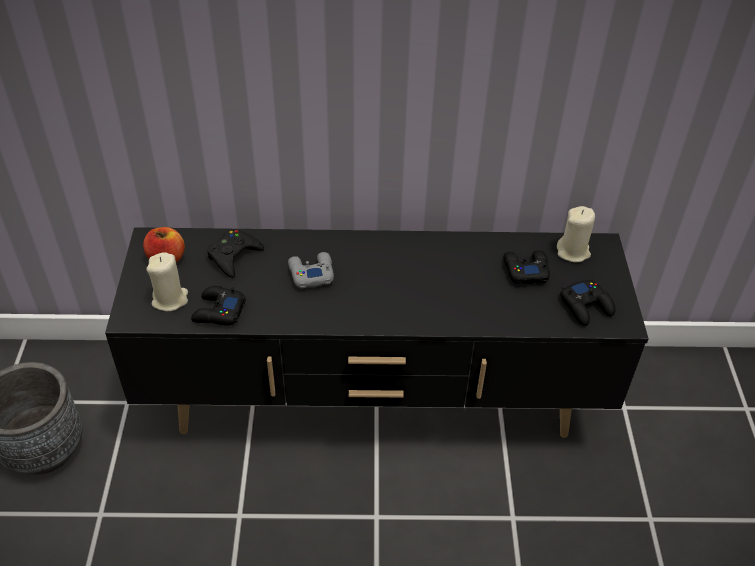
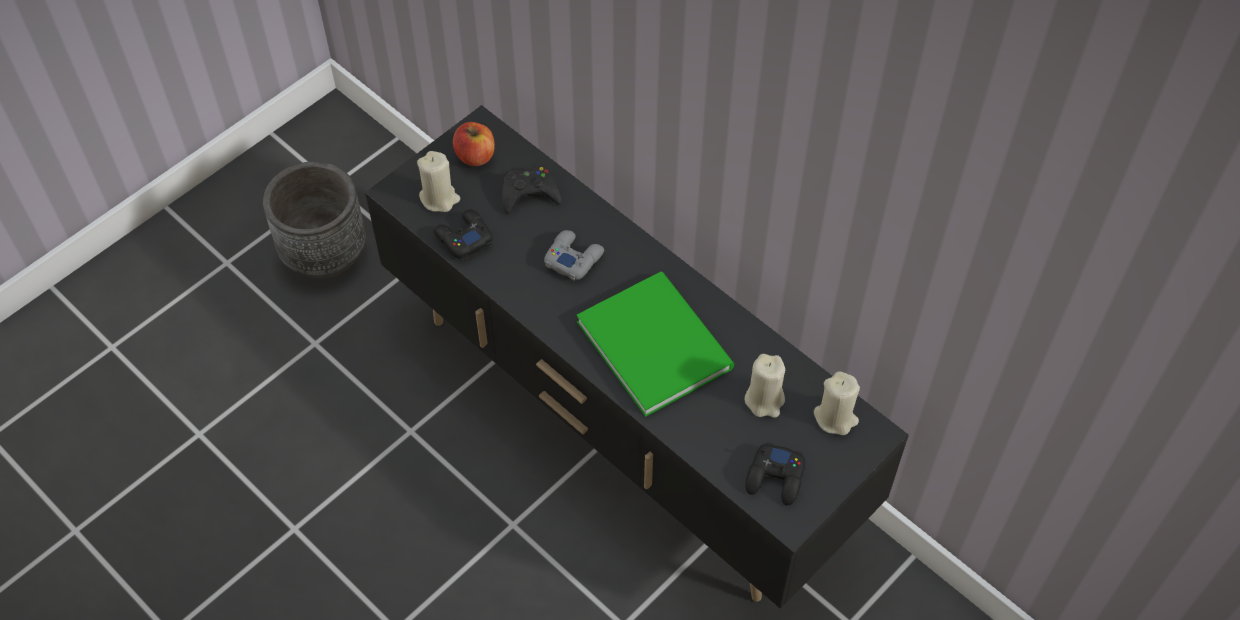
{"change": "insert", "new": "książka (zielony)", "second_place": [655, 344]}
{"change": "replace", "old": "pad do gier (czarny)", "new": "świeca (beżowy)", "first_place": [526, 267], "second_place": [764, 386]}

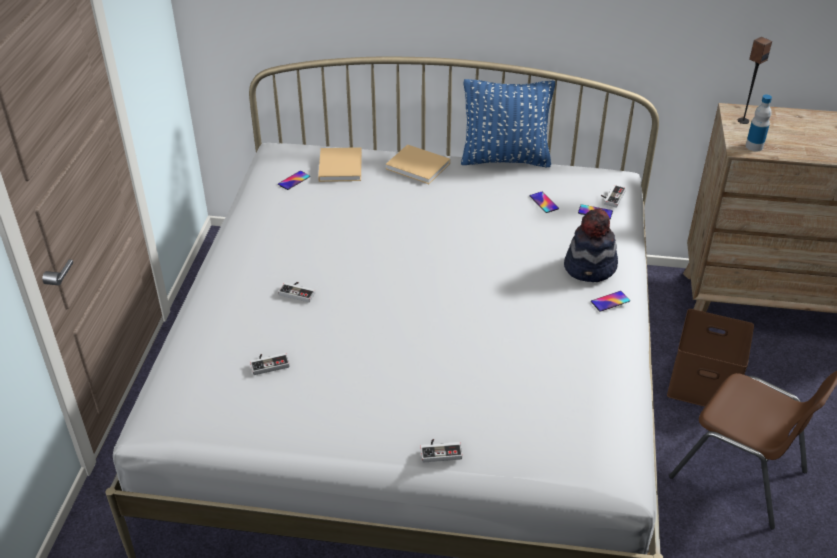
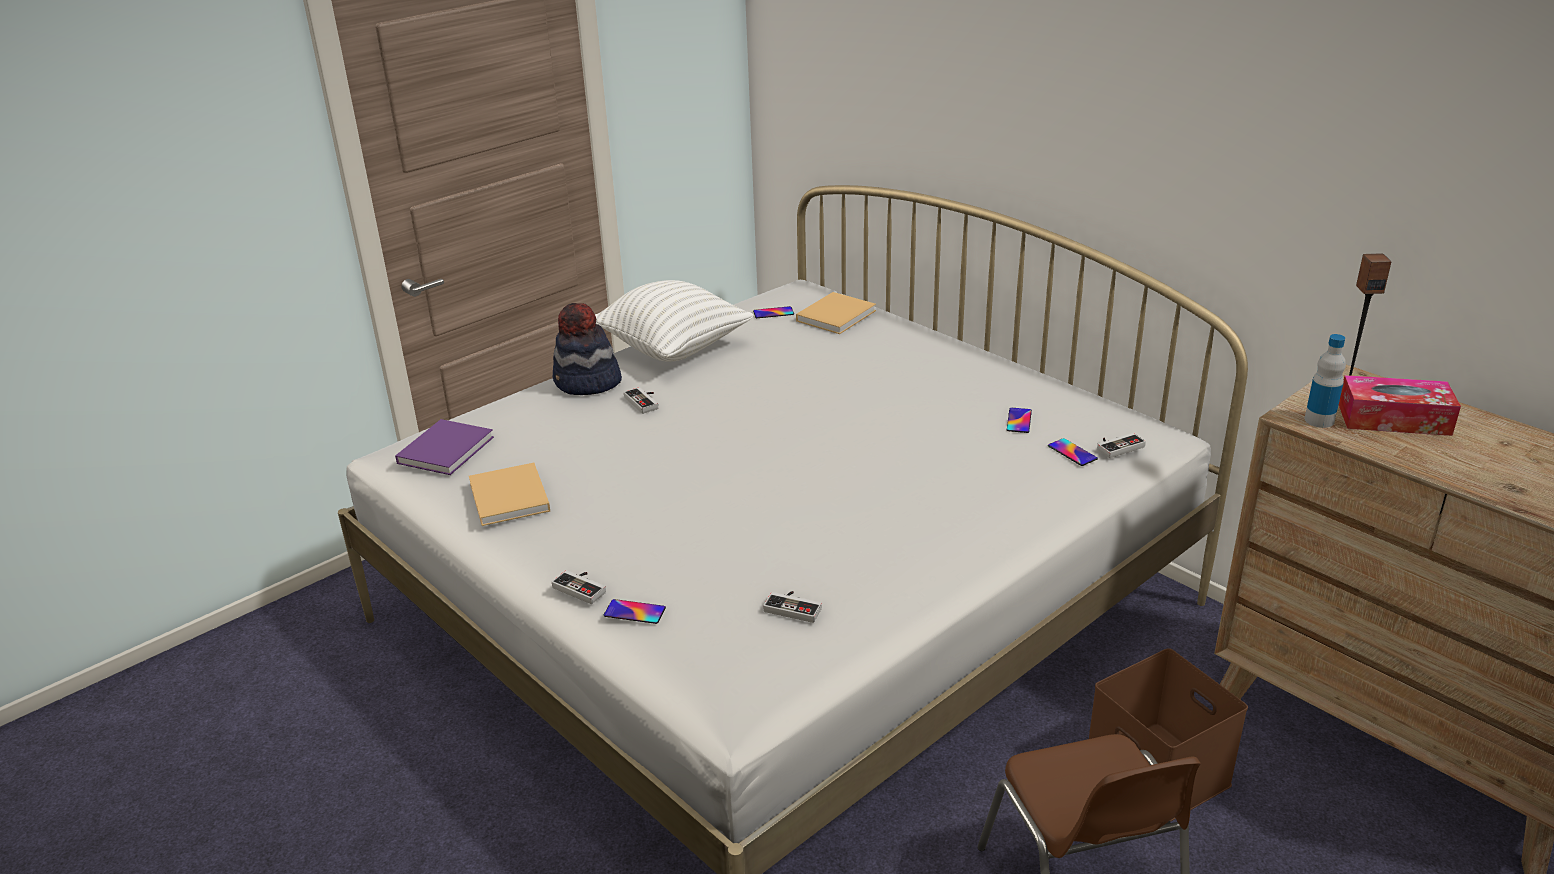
{"change": "insert", "new": "książka (fioletowy)", "second_place": [444, 447]}
{"change": "move", "old": "książka (beżowy)", "first_place": [418, 164], "second_place": [510, 494]}
{"change": "move", "old": "kapelusz", "first_place": [591, 245], "second_place": [587, 349]}
{"change": "insert", "new": "poduszka (biały)", "second_place": [674, 321]}
{"change": "move", "old": "telefon", "first_place": [610, 301], "second_place": [635, 611]}
{"change": "move", "old": "pad do gier", "first_place": [270, 364], "second_place": [792, 607]}
{"change": "insert", "new": "pudełko chusteczek", "second_place": [1400, 405]}
{"change": "delete", "old": "poduszka (niebieski)", "first_place": [508, 123]}

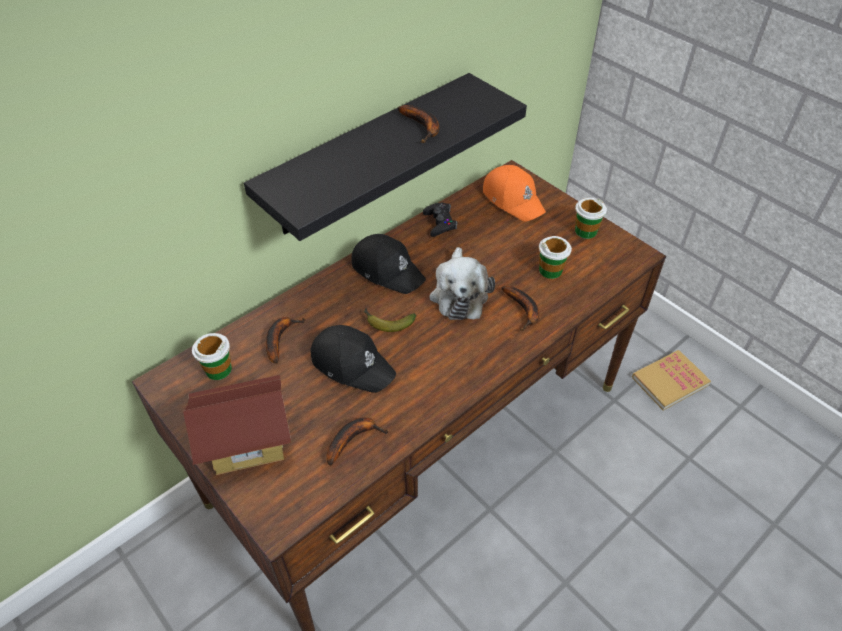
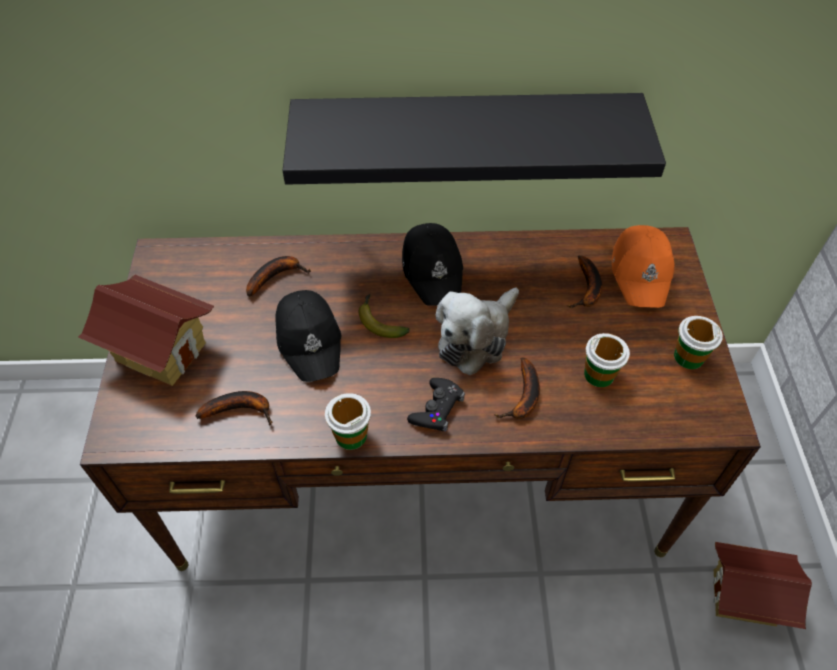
{"change": "move", "old": "filiżanka", "first_place": [212, 356], "second_place": [348, 421]}
{"change": "move", "old": "pad do gier (czarny)", "first_place": [440, 220], "second_place": [436, 405]}
{"change": "move", "old": "banan", "first_place": [418, 124], "second_place": [584, 281]}
{"change": "replace", "old": "książka", "new": "domek", "first_place": [671, 380], "second_place": [762, 585]}

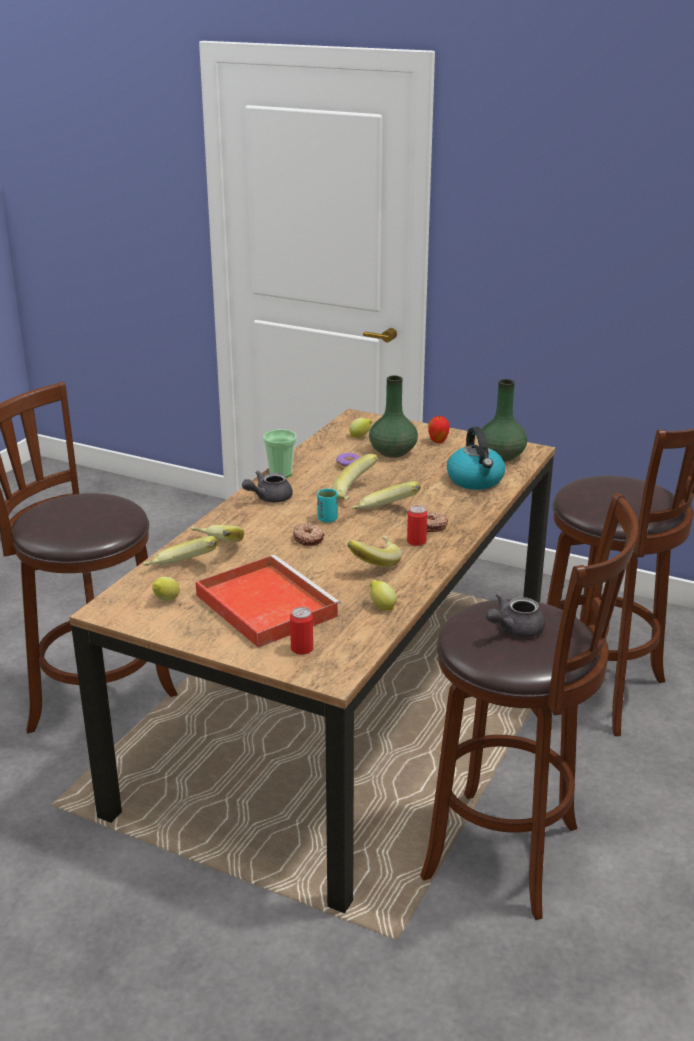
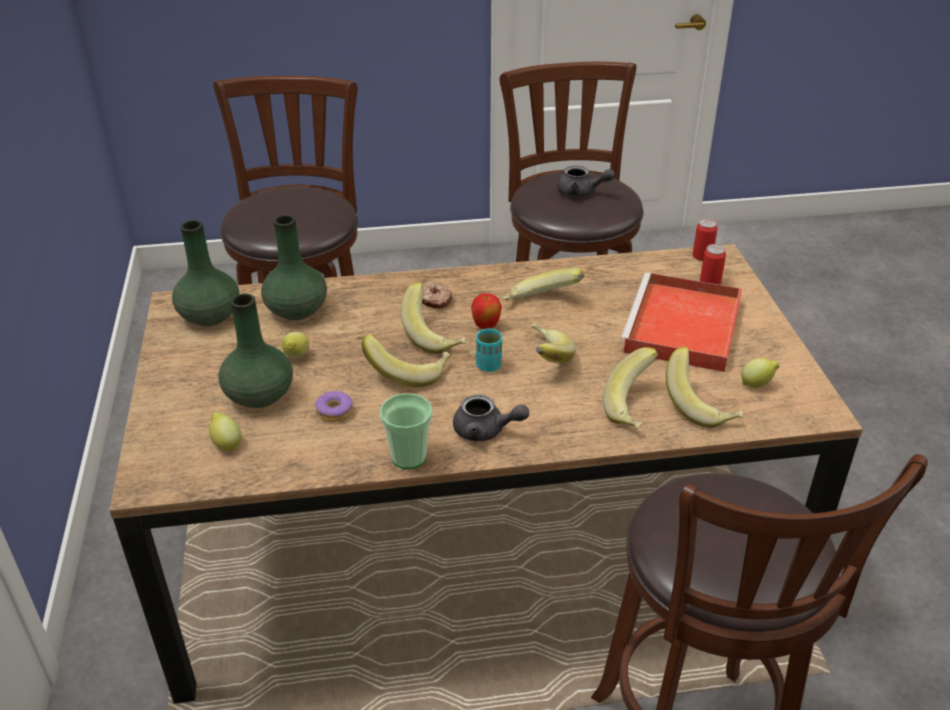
{"change": "replace", "old": "czajnik", "new": "wazon (zielony)", "first_place": [476, 458], "second_place": [294, 267]}
{"change": "move", "old": "cytryna", "first_place": [383, 595], "second_place": [295, 345]}
{"change": "move", "old": "jabłko", "first_place": [439, 429], "second_place": [486, 311]}
{"change": "replace", "old": "donut", "new": "banan", "first_place": [308, 534], "second_place": [553, 343]}
{"change": "move", "old": "puszka", "first_place": [417, 525], "second_place": [705, 239]}

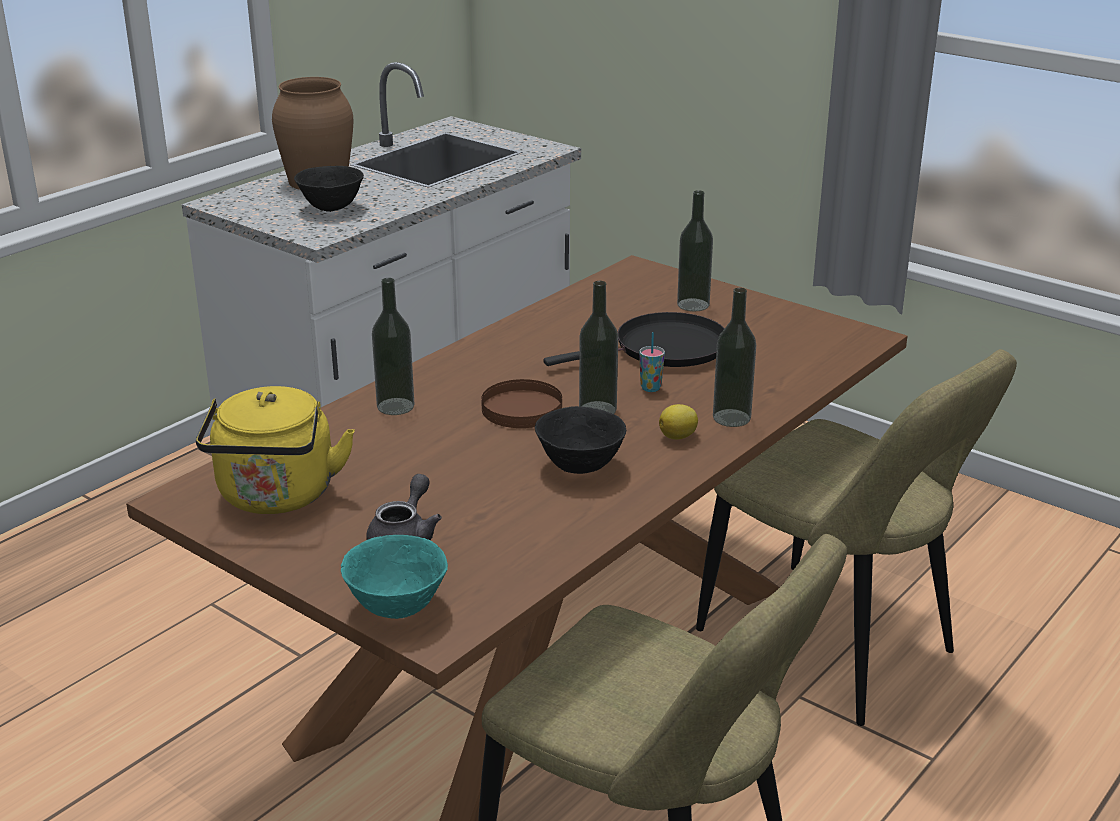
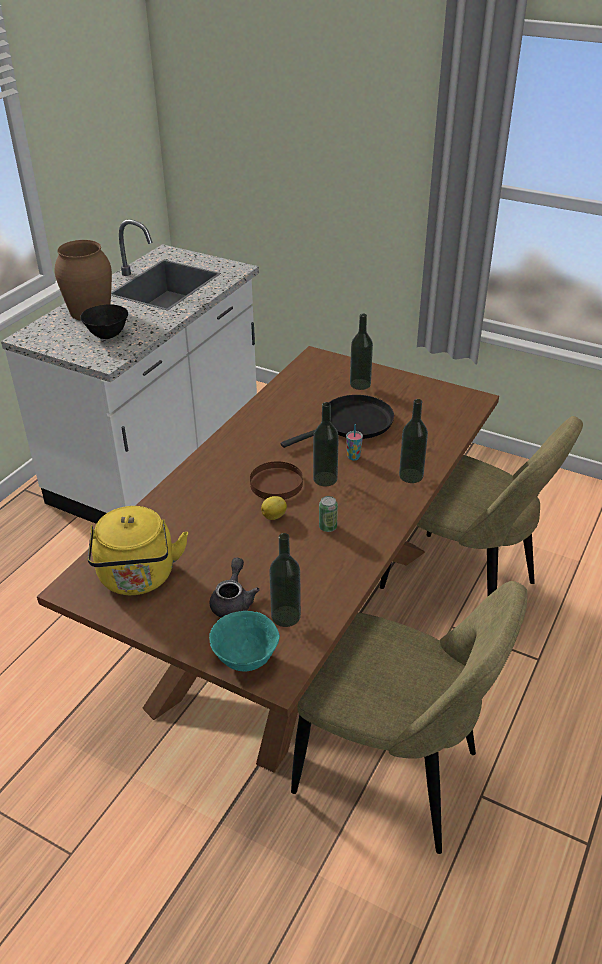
{"change": "move", "old": "cytryna", "first_place": [678, 422], "second_place": [274, 508]}
{"change": "move", "old": "butelka", "first_place": [393, 346], "second_place": [285, 580]}
{"change": "replace", "old": "miska (czarny)", "new": "puszka", "first_place": [580, 440], "second_place": [328, 514]}

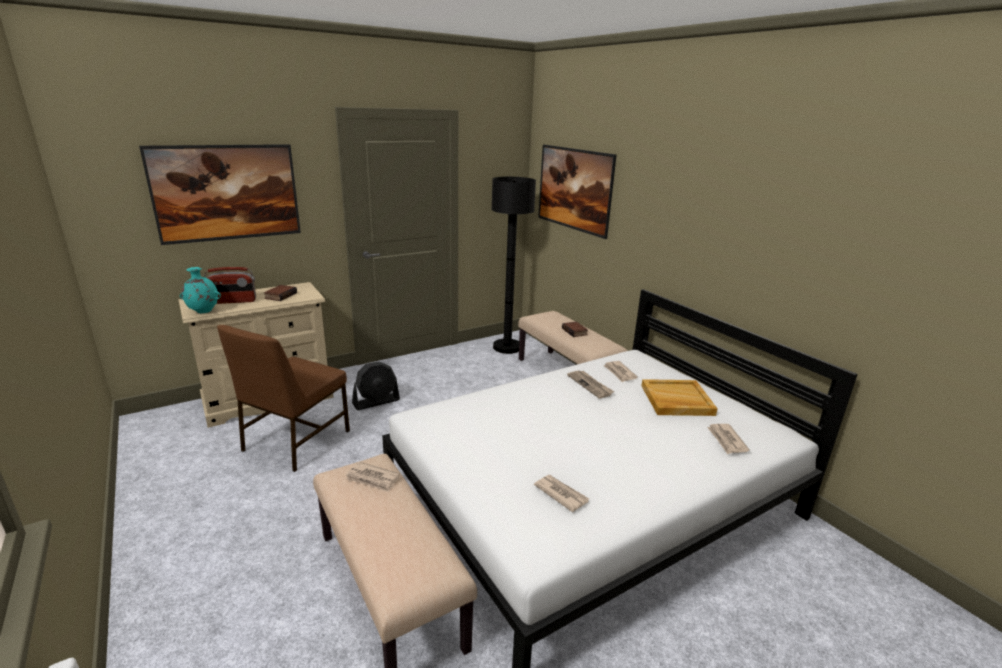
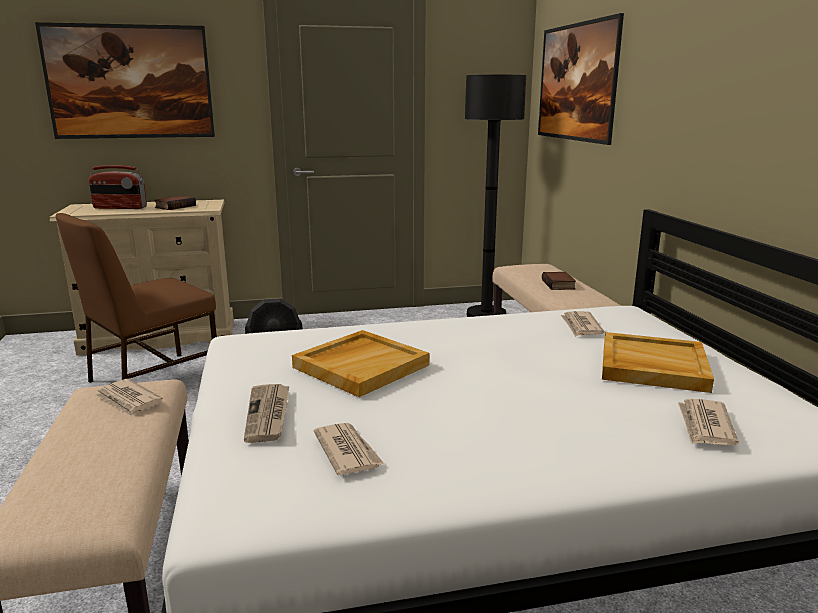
{"change": "move", "old": "gazeta", "first_place": [590, 384], "second_place": [266, 413]}
{"change": "insert", "new": "taca (beżowy)", "second_place": [360, 363]}
{"change": "delete", "old": "wazon (turkusowy)", "first_place": [200, 290]}

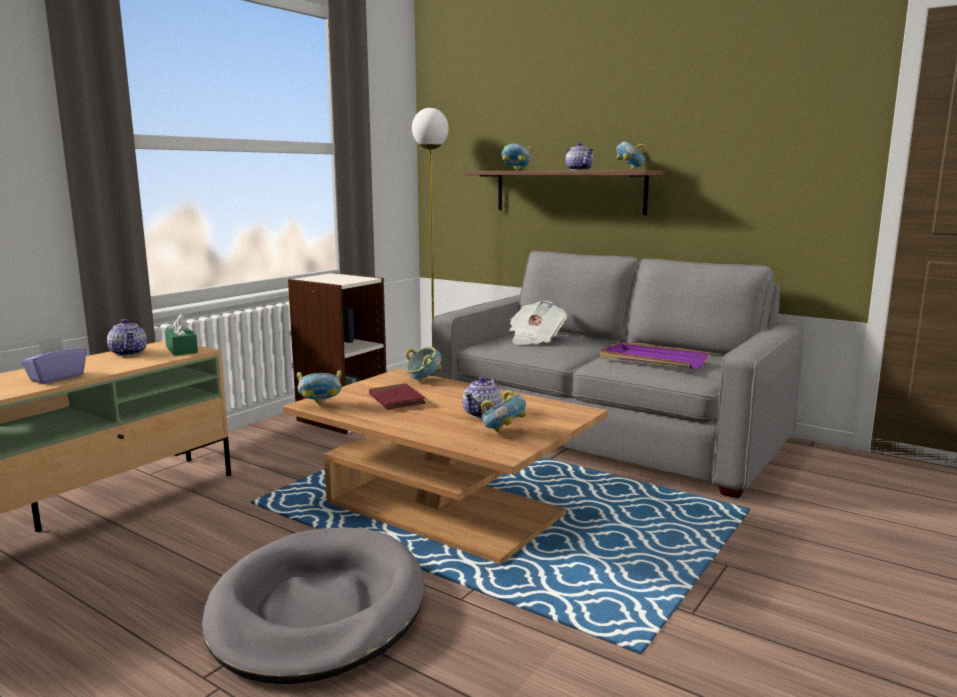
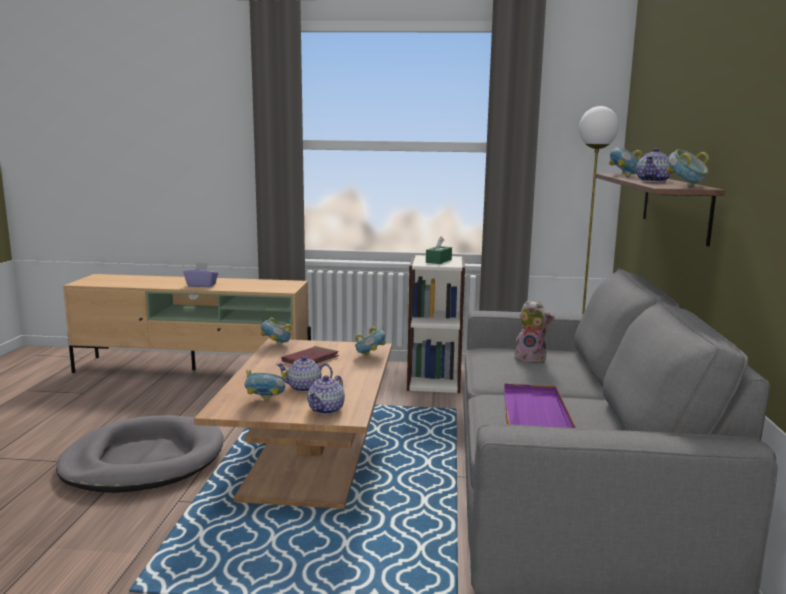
{"change": "move", "old": "imbryk", "first_place": [127, 337], "second_place": [326, 395]}
{"change": "move", "old": "pudełko chusteczek (zielony)", "first_place": [181, 335], "second_place": [439, 250]}
{"change": "replace", "old": "gazeta", "new": "pluszak", "first_place": [538, 323], "second_place": [534, 332]}

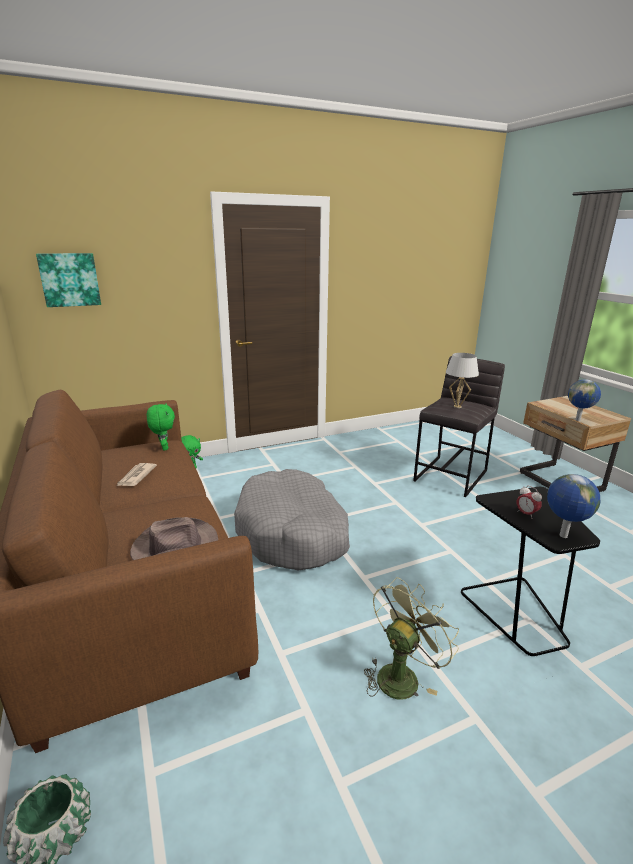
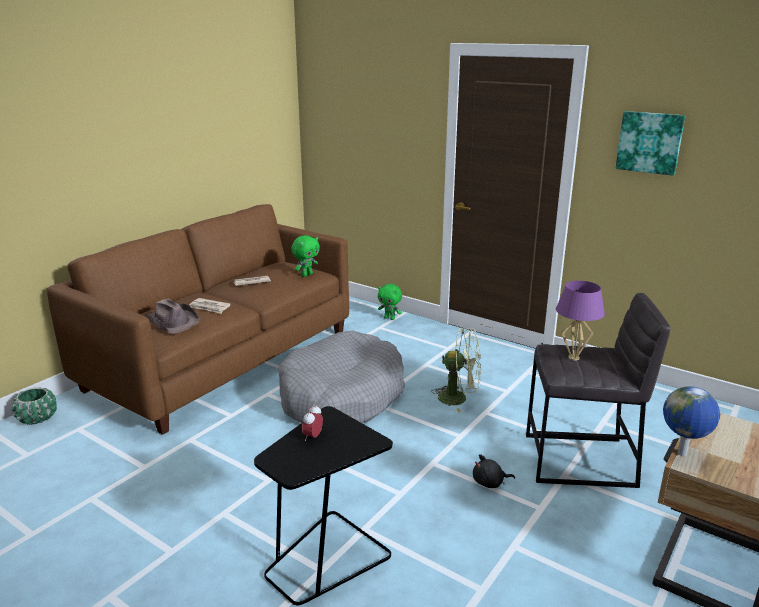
{"change": "insert", "new": "gazeta", "second_place": [209, 306]}
{"change": "move", "old": "wentylator (zielony)", "first_place": [411, 638], "second_place": [456, 370]}
{"change": "insert", "new": "pluszak (czarny)", "second_place": [494, 471]}
{"change": "recolor", "old": "lampa stołowa (biały)", "new": "lampa stołowa (fioletowy)", "first_place": [462, 380], "second_place": [580, 321]}
{"change": "move", "old": "obraz", "first_place": [68, 280], "second_place": [650, 143]}
{"change": "delete", "old": "globus", "first_place": [573, 506]}

